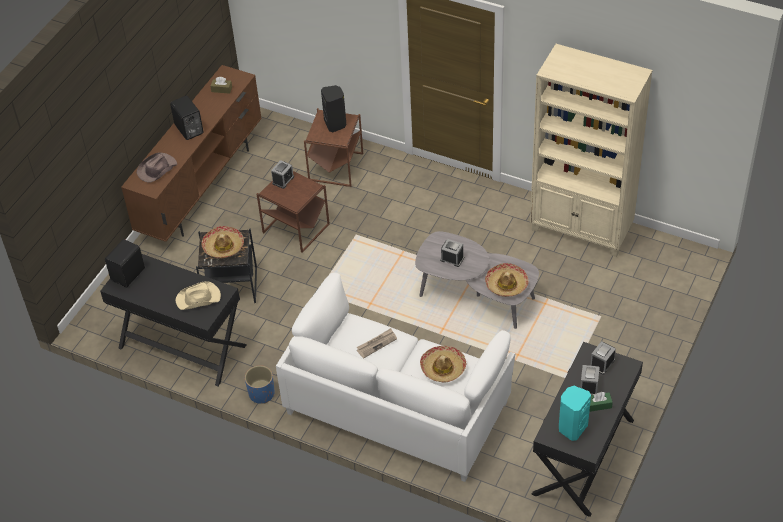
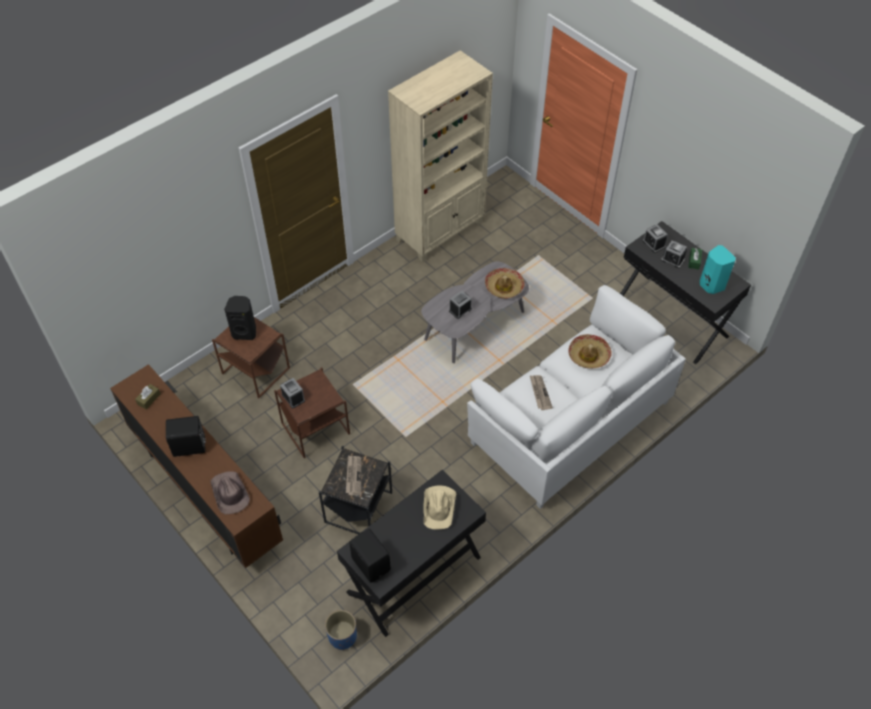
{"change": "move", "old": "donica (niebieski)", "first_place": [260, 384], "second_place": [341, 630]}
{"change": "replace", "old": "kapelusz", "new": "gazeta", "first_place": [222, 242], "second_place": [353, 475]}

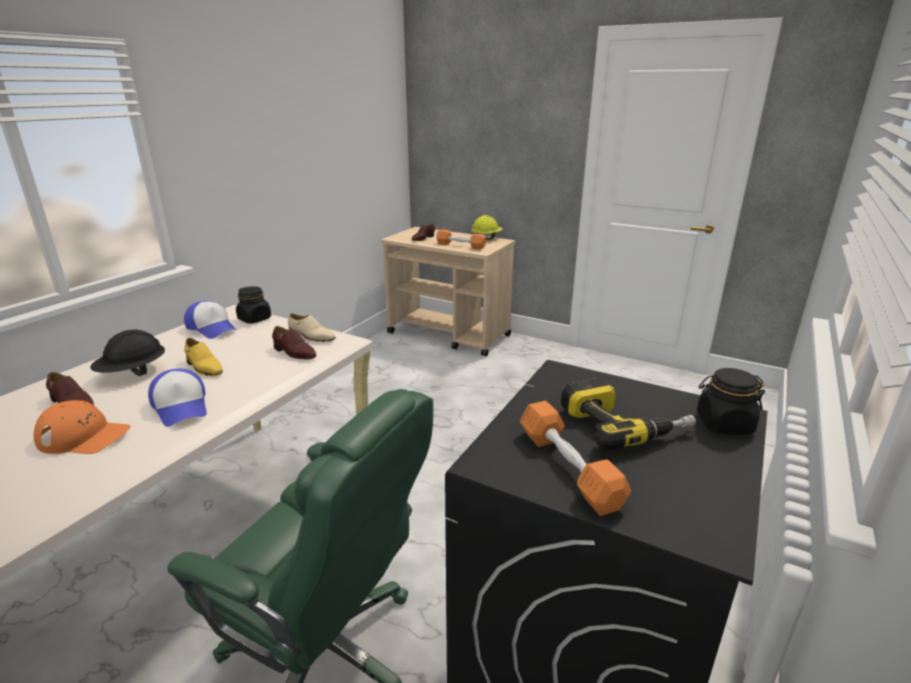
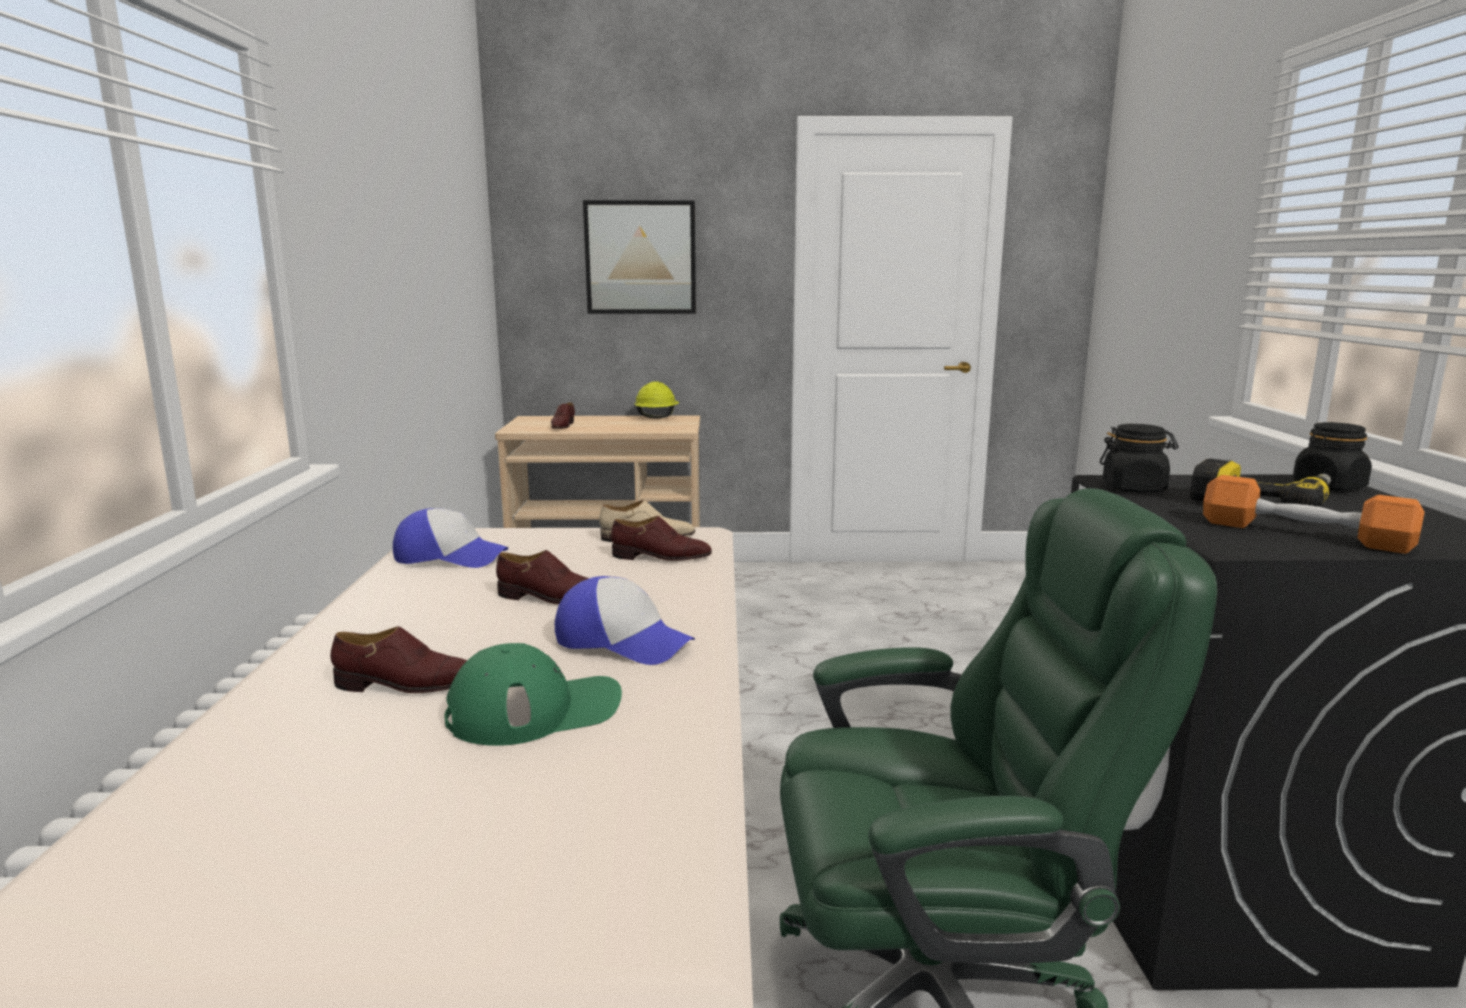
{"change": "recolor", "old": "czapka z daszkiem (pomarańczowy)", "new": "czapka z daszkiem (zielony)", "first_place": [82, 427], "second_place": [533, 694]}
{"change": "recolor", "old": "but (żółty)", "new": "but (brązowy)", "first_place": [203, 357], "second_place": [542, 577]}
{"change": "insert", "new": "obraz", "second_place": [639, 257]}
{"change": "move", "old": "słoik (czarny)", "first_place": [253, 305], "second_place": [1139, 458]}
{"change": "delete", "old": "kask (czarny)", "first_place": [127, 353]}
{"change": "delete", "old": "hantel (pomarańczowy)", "first_place": [461, 239]}

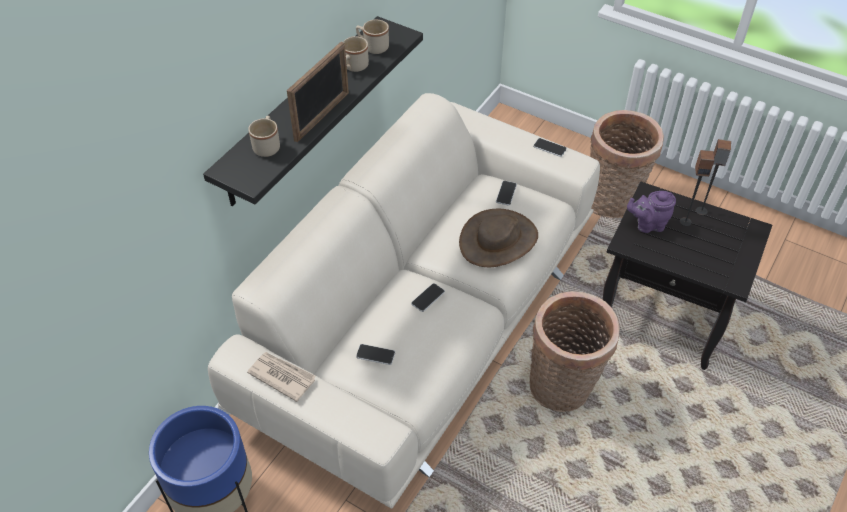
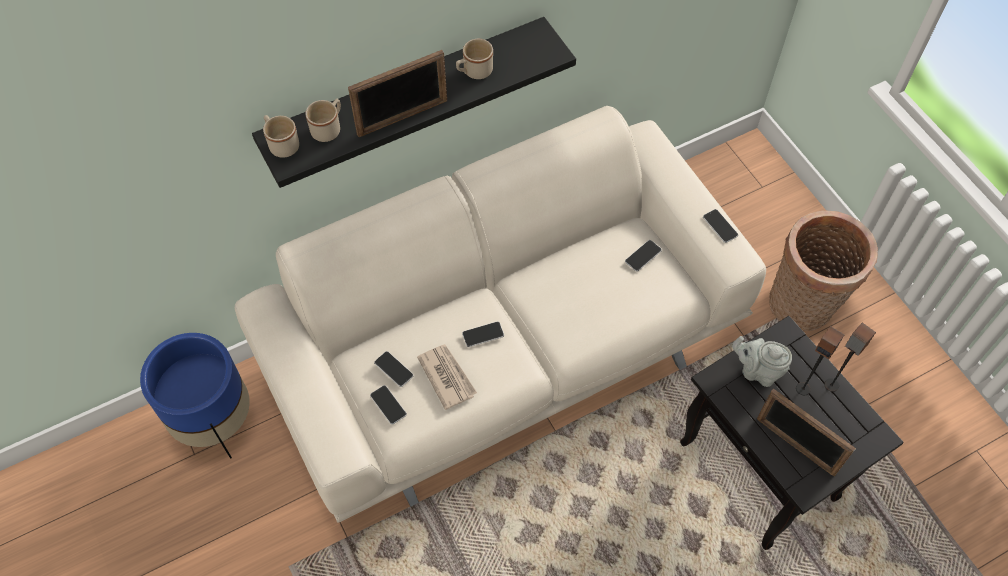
{"change": "move", "old": "kubek (beżowy)", "first_place": [372, 37], "second_place": [281, 136]}
{"change": "insert", "new": "telefon", "second_place": [388, 405]}
{"change": "move", "old": "gazeta", "first_place": [281, 377], "second_place": [447, 377]}
{"change": "recolor", "old": "imbryk (fioletowy)", "new": "imbryk (szary)", "first_place": [651, 212], "second_place": [762, 361]}
{"change": "insert", "new": "ramka na zdjęcie", "second_place": [806, 432]}
{"change": "delete", "old": "kapelusz (brązowy)", "first_place": [498, 238]}
{"change": "delete", "old": "koszyk", "first_place": [574, 351]}

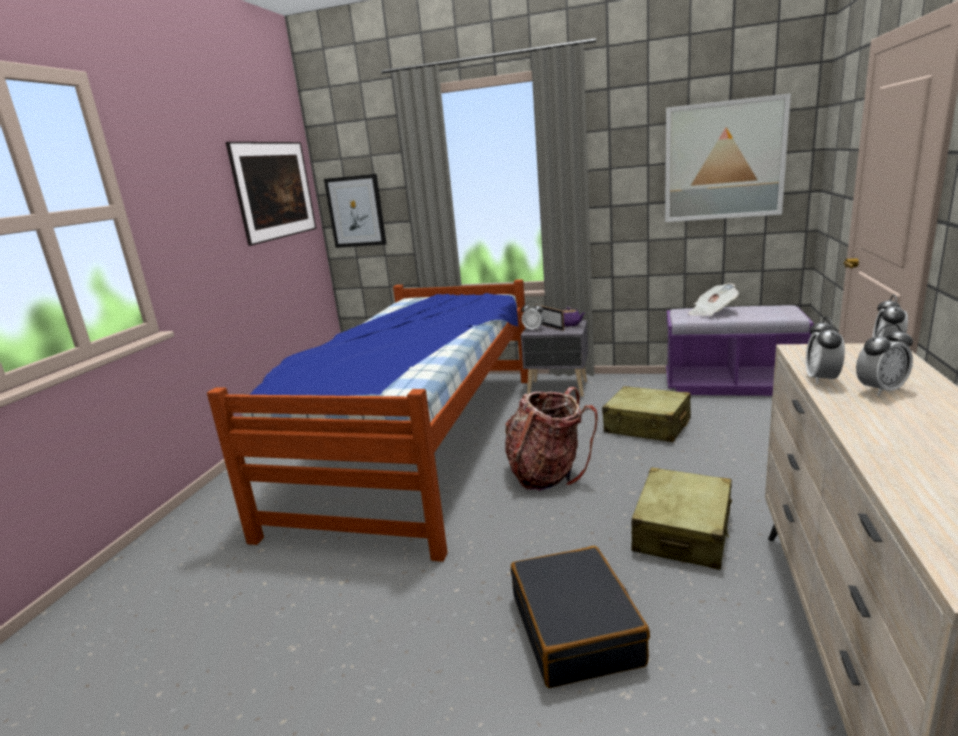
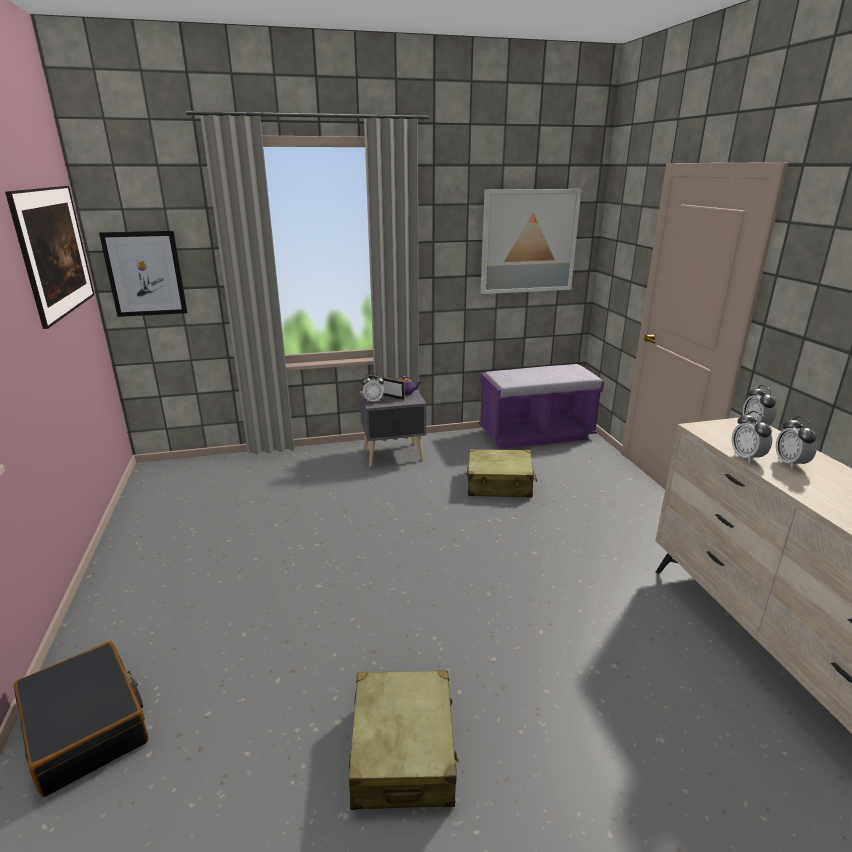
{"change": "move", "old": "walizka (czarny)", "first_place": [580, 617], "second_place": [81, 719]}
{"change": "move", "old": "walizka (beżowy)", "first_place": [681, 518], "second_place": [404, 740]}
{"change": "rotate", "old": "budzik", "first_place": [884, 360], "second_place": [796, 442], "degrees": 135}
{"change": "delete", "old": "łóżko", "first_place": [367, 420]}
{"change": "delete", "old": "plecak", "first_place": [551, 439]}
{"change": "delete", "old": "gazeta", "first_place": [713, 299]}

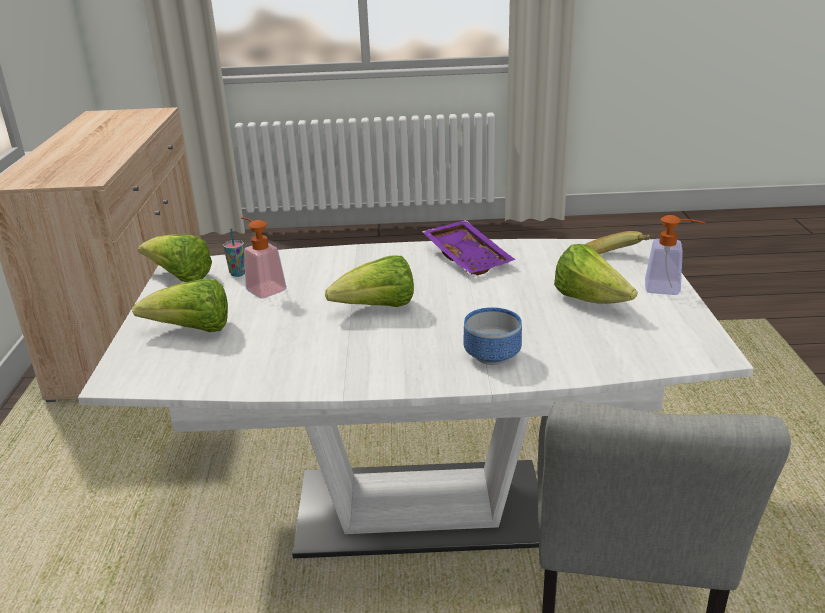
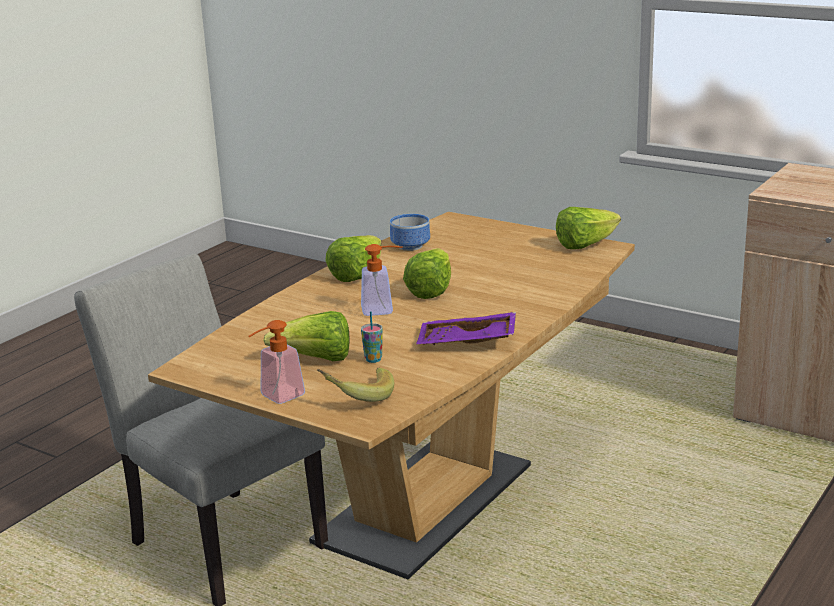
{"change": "recolor", "old": "stół jadalny (biały)", "new": "stół jadalny (brązowy)", "first_place": [416, 399], "second_place": [391, 395]}
{"change": "move", "old": "sałata", "first_place": [180, 305], "second_place": [353, 258]}
{"change": "move", "old": "dozownik mydła", "first_place": [264, 258], "second_place": [381, 280]}
{"change": "move", "old": "filiżanka", "first_place": [234, 252], "second_place": [372, 337]}
{"change": "move", "old": "miska", "first_place": [492, 336], "second_place": [410, 232]}

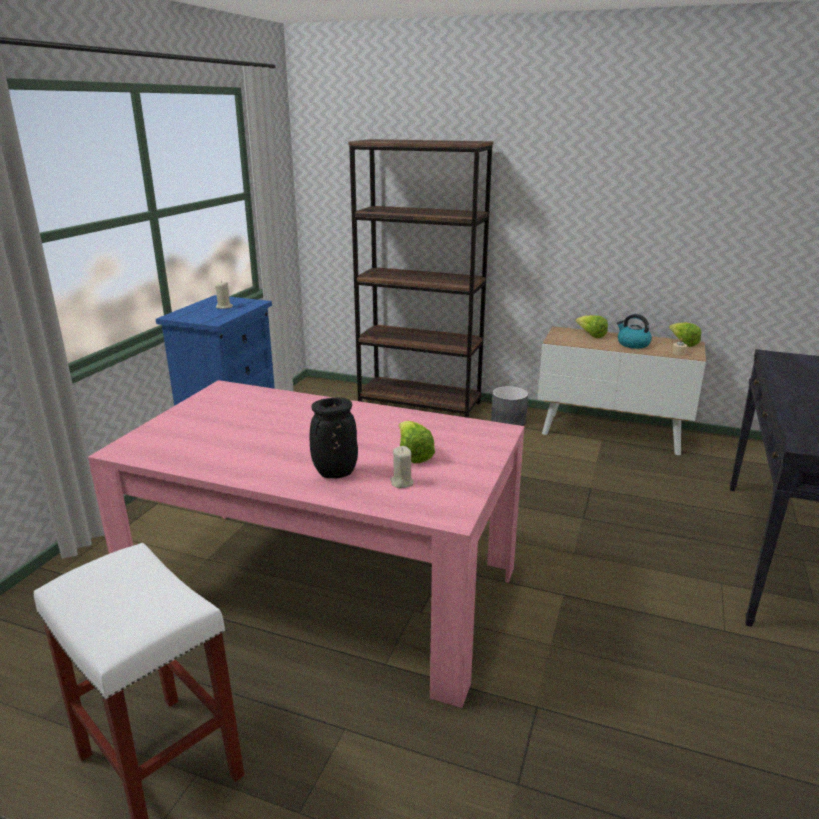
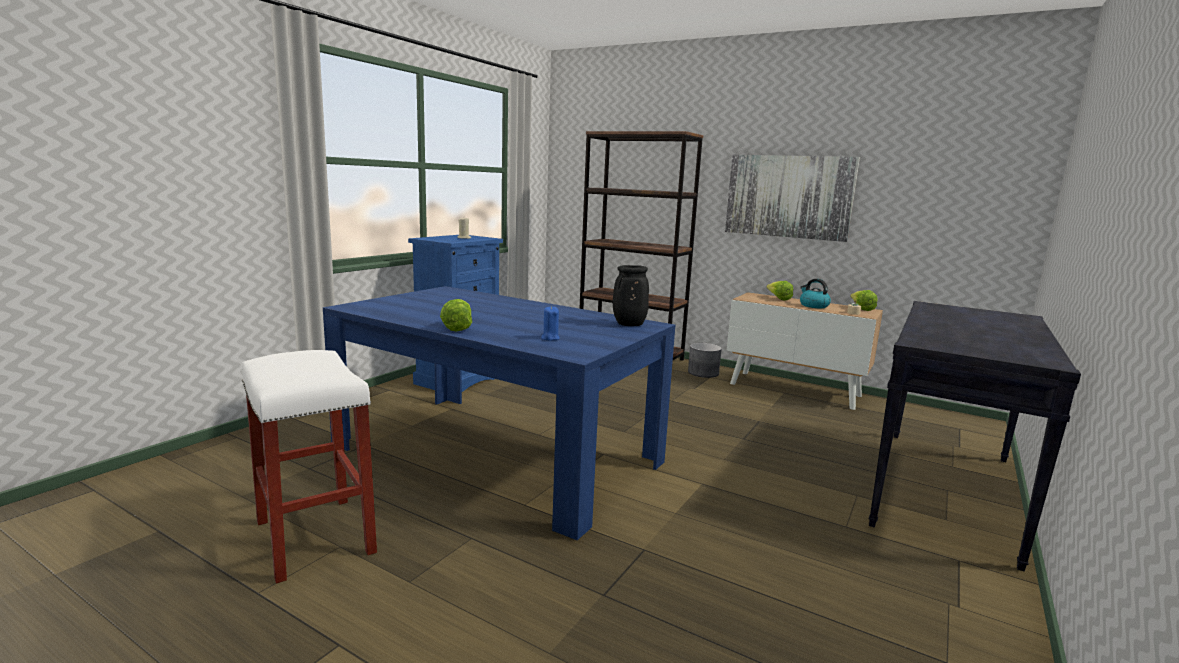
{"change": "recolor", "old": "stół jadalny (różowy)", "new": "stół jadalny (niebieski)", "first_place": [306, 544], "second_place": [499, 413]}
{"change": "move", "old": "sałata", "first_place": [417, 442], "second_place": [456, 315]}
{"change": "recolor", "old": "świeca (beżowy)", "new": "świeca (niebieski)", "first_place": [401, 467], "second_place": [550, 323]}
{"change": "move", "old": "wazon (czarny)", "first_place": [334, 437], "second_place": [631, 295]}
{"change": "insert", "new": "obraz", "second_place": [792, 198]}

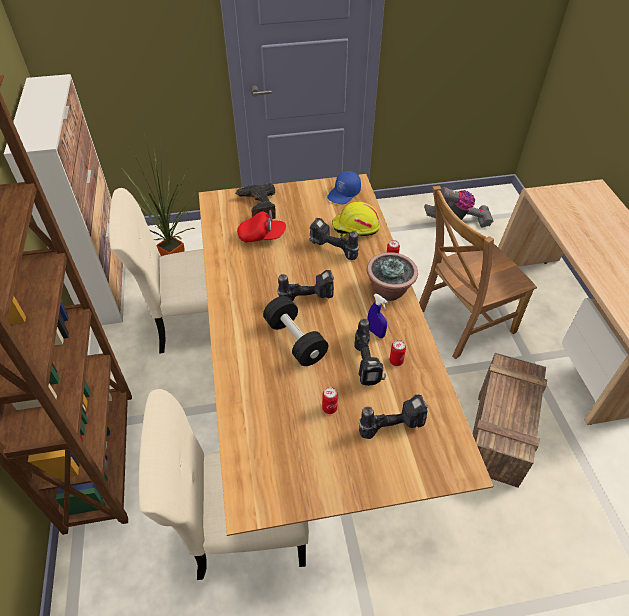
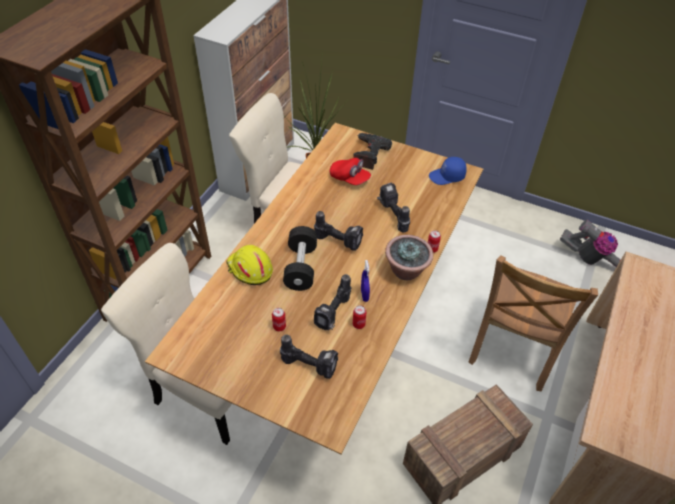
{"change": "move", "old": "kask (żółty)", "first_place": [356, 219], "second_place": [249, 265]}
{"change": "rotate", "old": "krzesło (brązowy)", "first_place": [478, 272], "second_place": [533, 323], "degrees": -75}

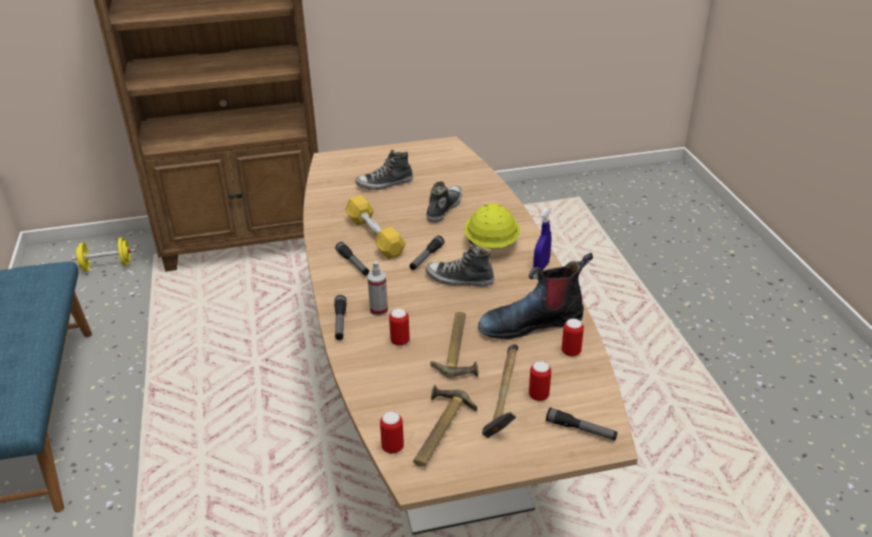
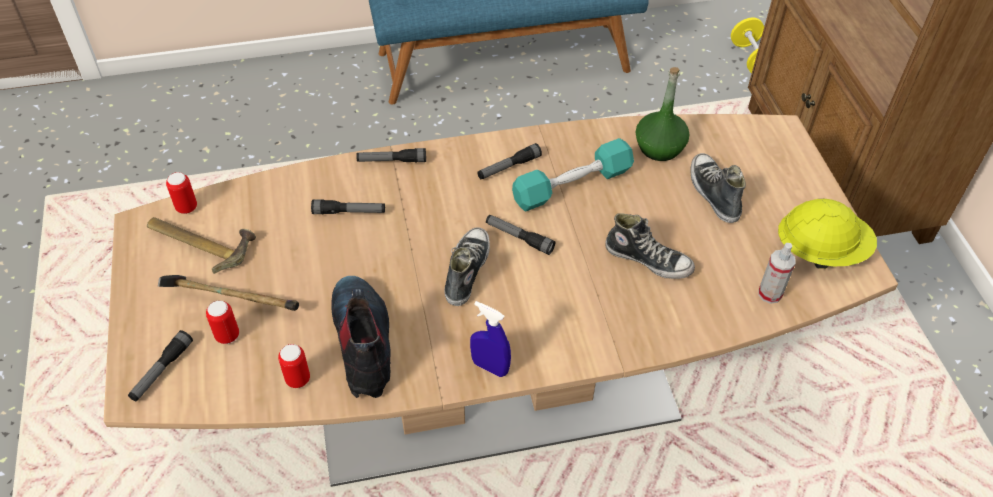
{"change": "replace", "old": "puszka", "new": "latarka", "first_place": [399, 327], "second_place": [348, 206]}
{"change": "recolor", "old": "hantel (żółty)", "new": "hantel (turkusowy)", "first_place": [375, 227], "second_place": [573, 174]}
{"change": "insert", "new": "butelka (zielony)", "second_place": [663, 114]}
{"change": "move", "old": "spryskiwacz", "first_place": [377, 288], "second_place": [777, 273]}
{"change": "move", "old": "kask (żółty)", "first_place": [492, 226], "second_place": [827, 234]}
{"change": "delete", "old": "młotek", "first_place": [454, 345]}

